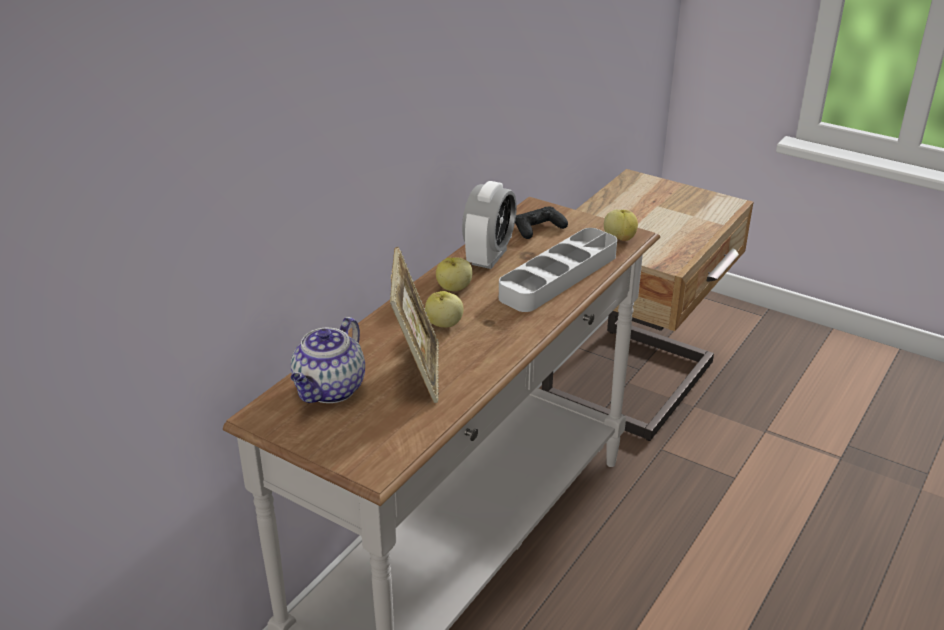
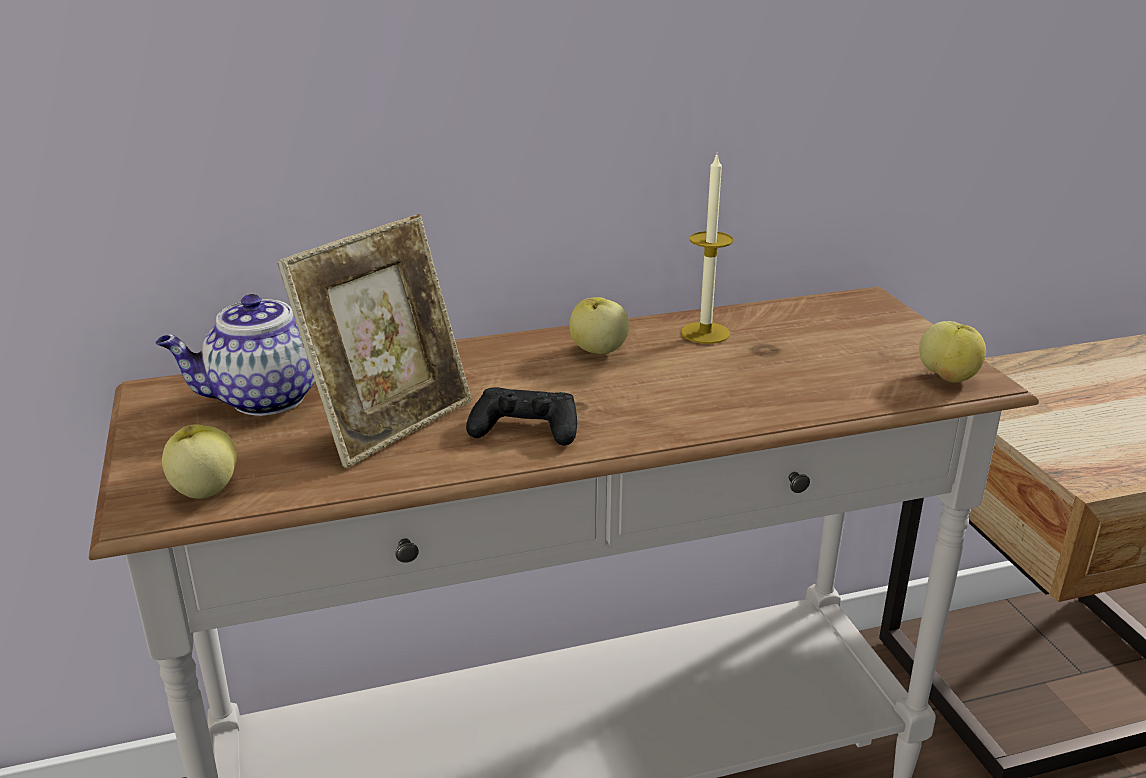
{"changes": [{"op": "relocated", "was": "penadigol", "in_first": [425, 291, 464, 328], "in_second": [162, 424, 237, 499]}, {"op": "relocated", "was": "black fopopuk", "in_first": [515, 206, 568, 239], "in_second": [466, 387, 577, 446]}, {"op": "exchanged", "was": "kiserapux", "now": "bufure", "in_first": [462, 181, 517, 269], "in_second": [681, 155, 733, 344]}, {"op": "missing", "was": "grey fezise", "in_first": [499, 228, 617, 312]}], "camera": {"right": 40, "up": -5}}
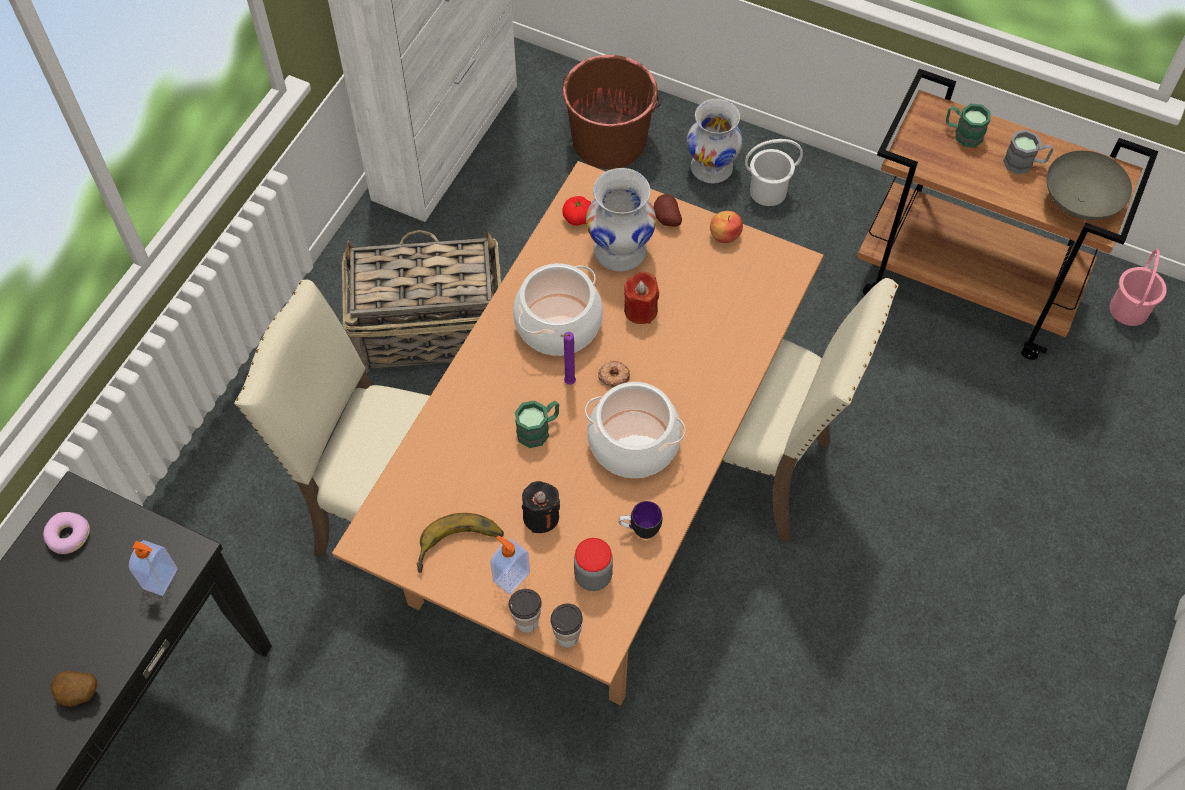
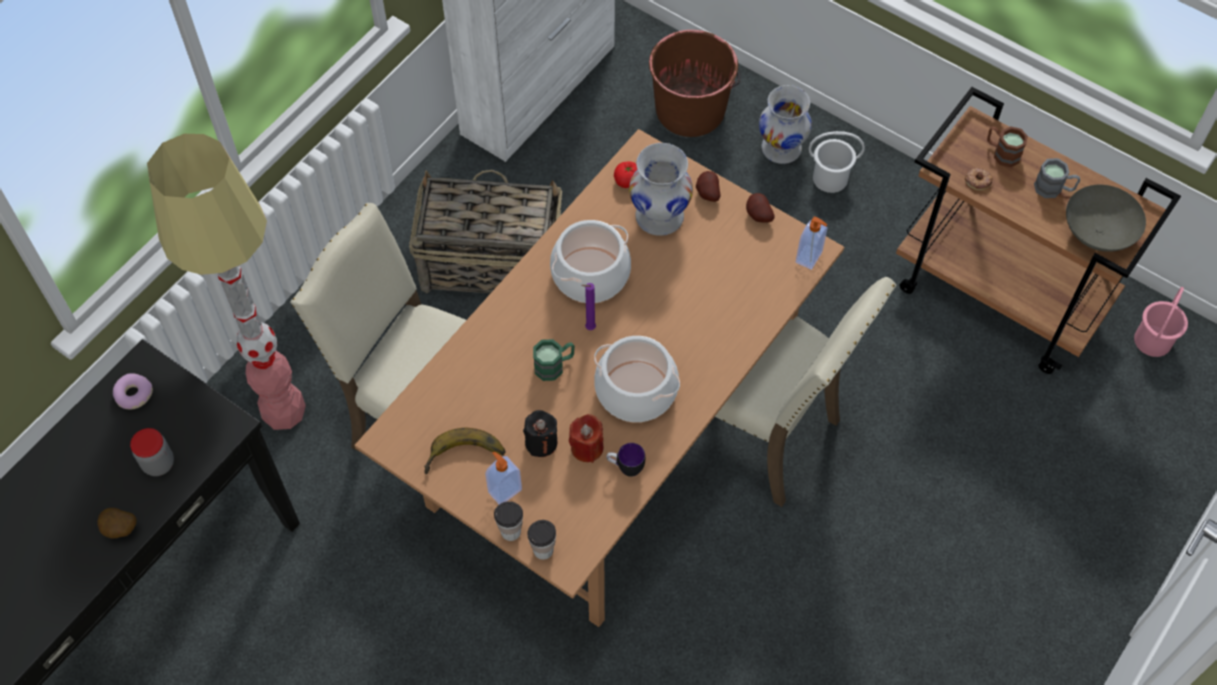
{"changes": [{"op": "relocated", "was": "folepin", "in_first": [574, 538, 613, 591], "in_second": [130, 428, 174, 476]}, {"op": "appeared", "now": "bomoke", "in_second": [147, 134, 306, 430]}, {"op": "relocated", "was": "red bufure", "in_first": [624, 272, 659, 324], "in_second": [569, 414, 604, 463]}, {"op": "exchanged", "was": "penadigol", "now": "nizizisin", "in_first": [710, 211, 743, 243], "in_second": [746, 193, 775, 222]}, {"op": "relocated", "was": "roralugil", "in_first": [129, 540, 178, 596], "in_second": [796, 216, 827, 270]}, {"op": "relocated", "was": "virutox", "in_first": [598, 361, 630, 388], "in_second": [965, 168, 992, 191]}, {"op": "colour", "was": "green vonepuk", "now": "brown vonepuk", "in_first": [946, 104, 991, 147], "in_second": [987, 127, 1028, 167]}], "camera": {"right": 10, "up": 0}}
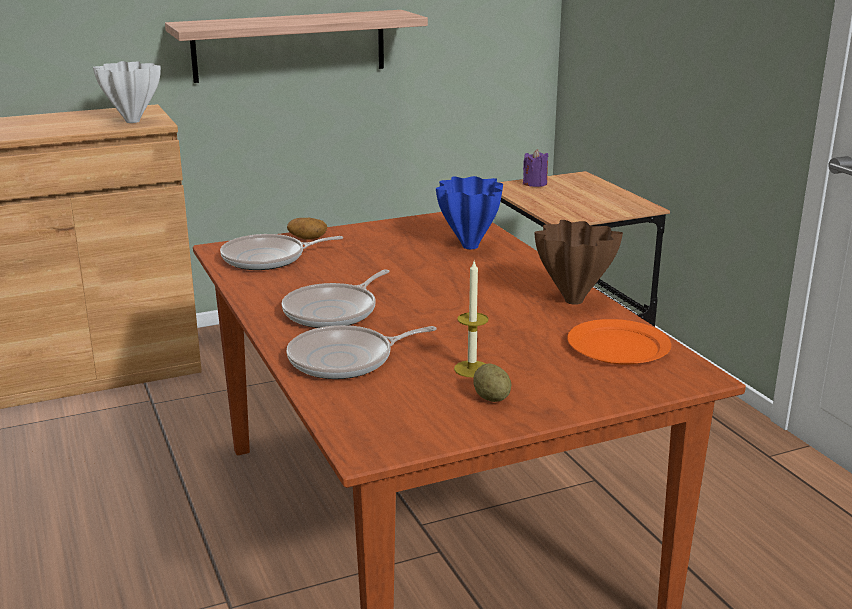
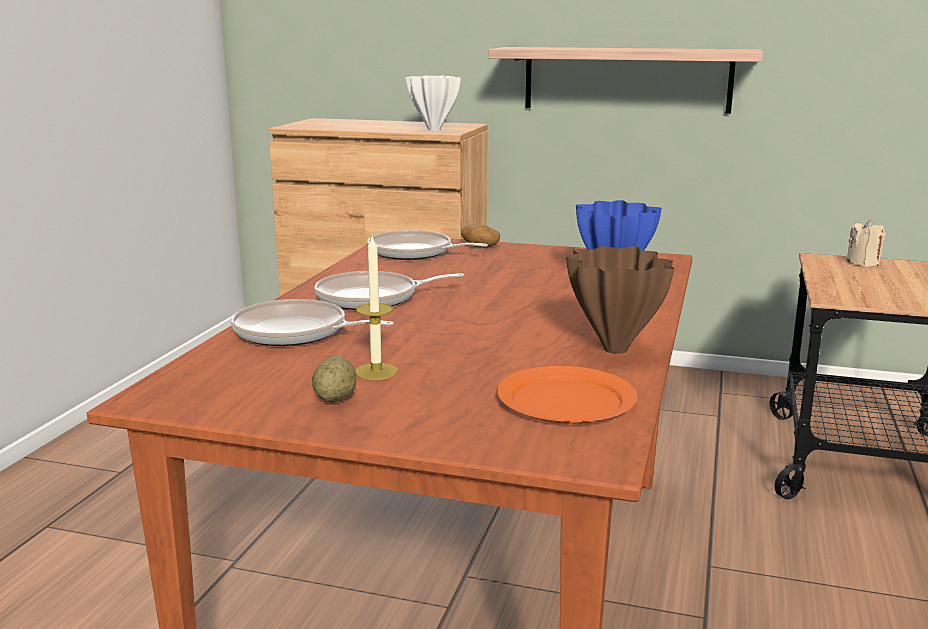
{"changes": [{"op": "colour", "was": "purple bufure", "now": "beige bufure", "in_first": [523, 149, 548, 187], "in_second": [846, 220, 886, 266]}], "camera": {"right": 40, "up": -5}}
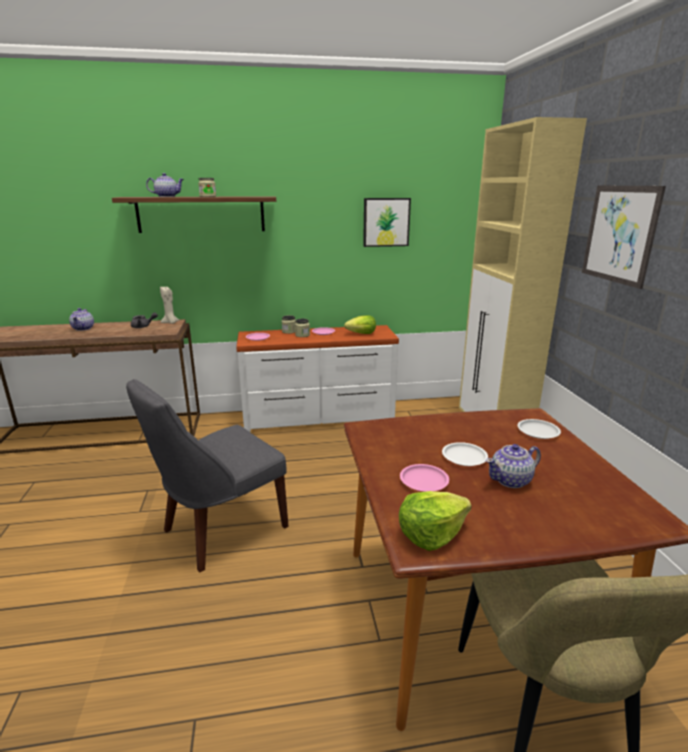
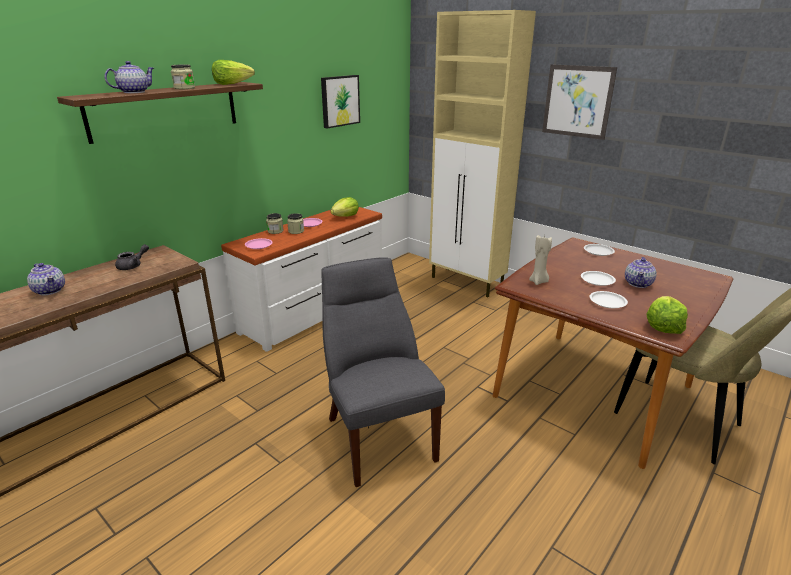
{"changes": [{"op": "appeared", "now": "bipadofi", "in_second": [212, 60, 255, 85]}, {"op": "spun", "was": "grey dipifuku", "in_first": [126, 379, 289, 572], "in_second": [321, 257, 445, 487], "clockwise": 150}, {"op": "relocated", "was": "beige bufure", "in_first": [160, 287, 179, 324], "in_second": [529, 235, 552, 285]}, {"op": "colour", "was": "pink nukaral", "now": "white nukaral", "in_first": [400, 464, 449, 492], "in_second": [590, 291, 628, 308]}], "camera": {"right": -40, "up": 5}}
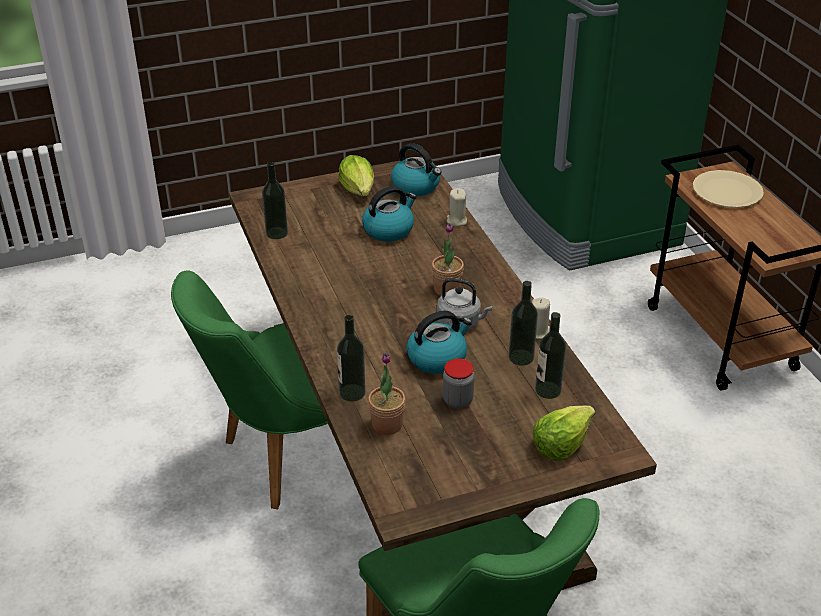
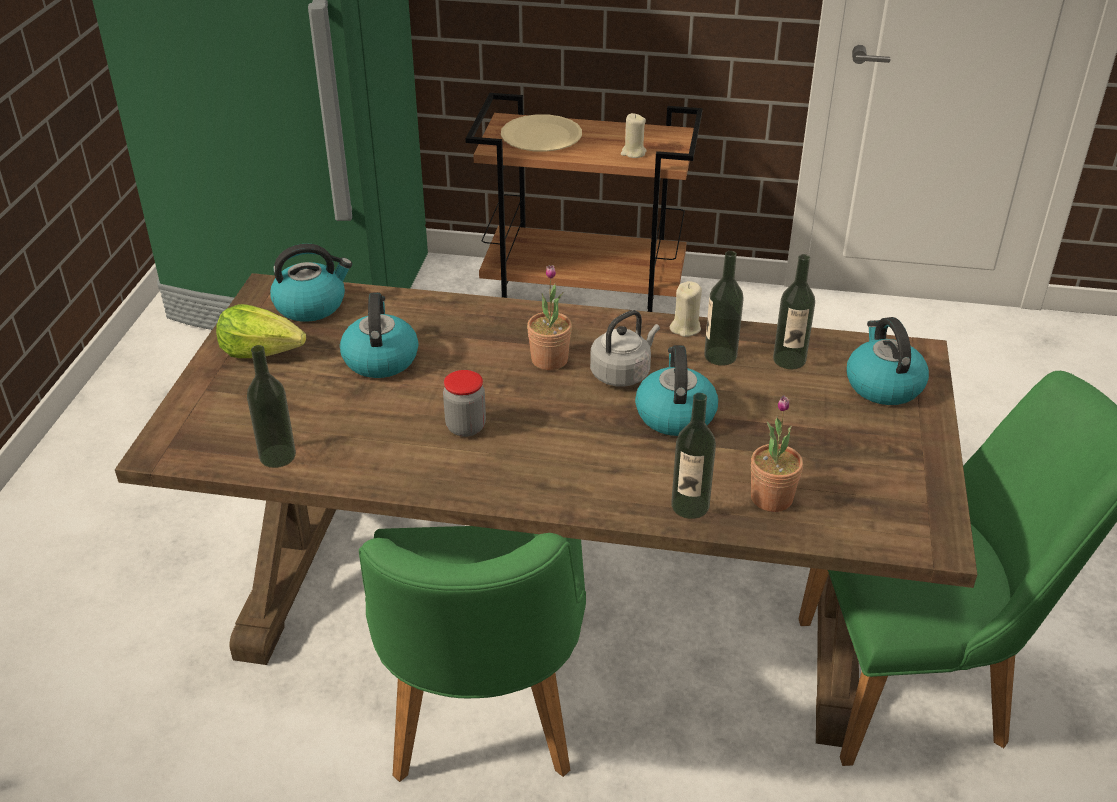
{"changes": [{"op": "relocated", "was": "folepin", "in_first": [443, 359, 474, 409], "in_second": [443, 370, 486, 437]}, {"op": "relocated", "was": "beige bufure", "in_first": [447, 188, 467, 227], "in_second": [621, 113, 647, 158]}, {"op": "exchanged", "was": "bipadofi", "now": "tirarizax", "in_first": [532, 406, 595, 461], "in_second": [847, 317, 929, 405]}], "camera": {"right": -60, "up": 0}}
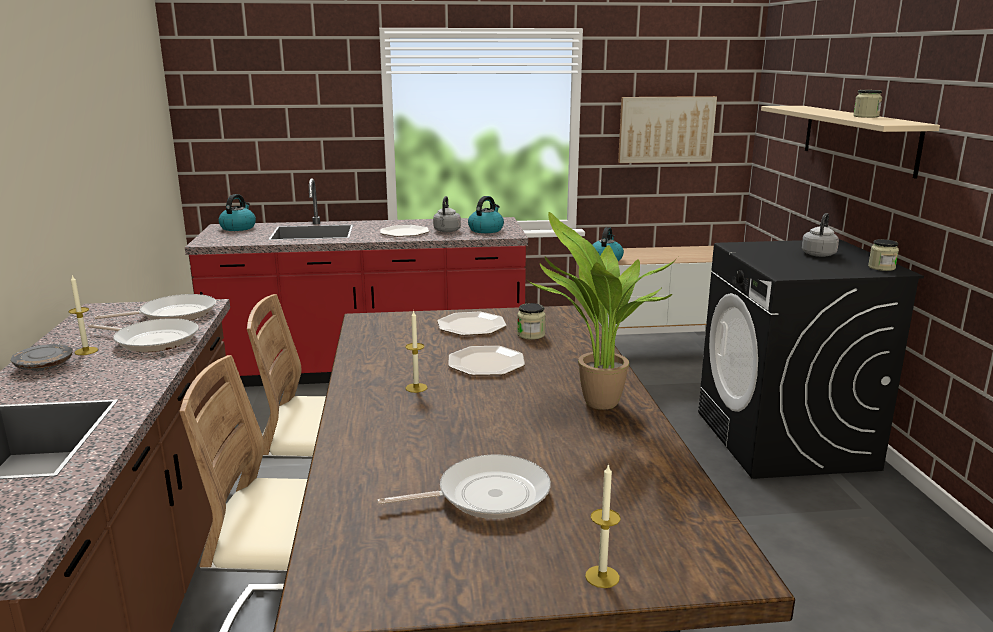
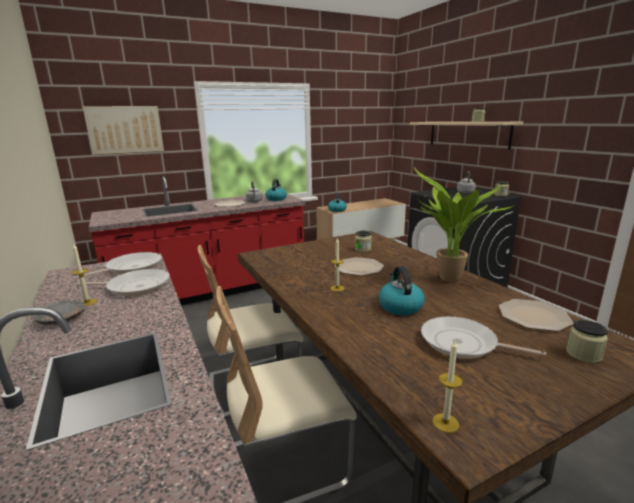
{"changes": [{"op": "relocated", "was": "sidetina", "in_first": [618, 96, 717, 163], "in_second": [82, 106, 164, 155]}, {"op": "relocated", "was": "tirarizax", "in_first": [218, 194, 256, 231], "in_second": [378, 266, 424, 315]}, {"op": "spun", "was": "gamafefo", "in_first": [377, 454, 551, 519], "in_second": [421, 316, 546, 359], "clockwise": -120}, {"op": "relocated", "was": "bufure", "in_first": [585, 463, 621, 588], "in_second": [433, 341, 463, 433]}, {"op": "relocated", "was": "nukaral", "in_first": [438, 312, 507, 336], "in_second": [499, 299, 574, 331]}, {"op": "appeared", "now": "folepin", "in_second": [566, 320, 608, 363]}], "camera": {"right": -20, "up": 0}}
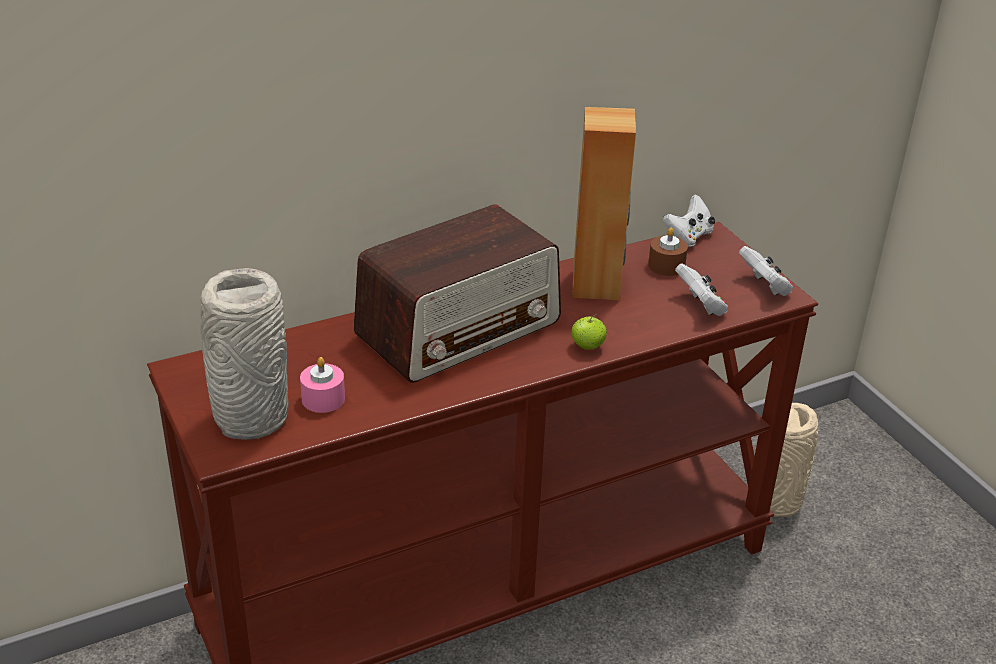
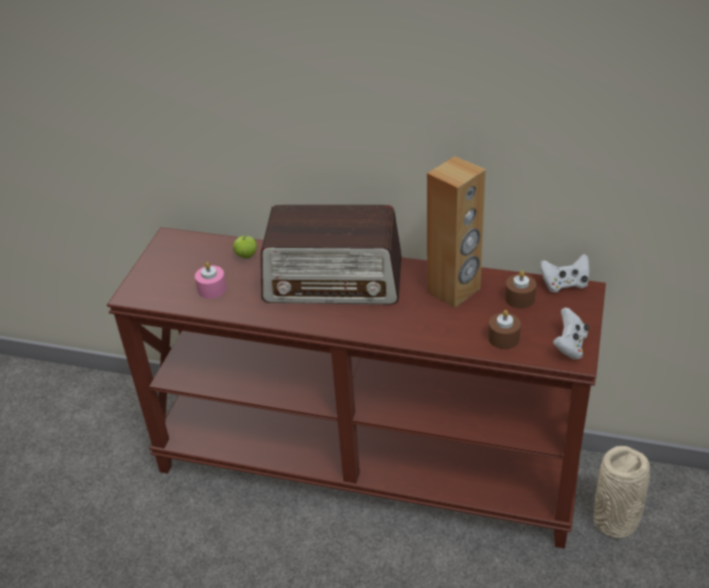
{"changes": [{"op": "relocated", "was": "penadigol", "in_first": [571, 314, 607, 350], "in_second": [233, 236, 257, 259]}, {"op": "exchanged", "was": "white fopopuk", "now": "brown bufure", "in_first": [675, 264, 728, 316], "in_second": [488, 310, 521, 349]}, {"op": "missing", "was": "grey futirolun", "in_first": [200, 268, 289, 440]}], "camera": {"right": 45, "up": 5}}
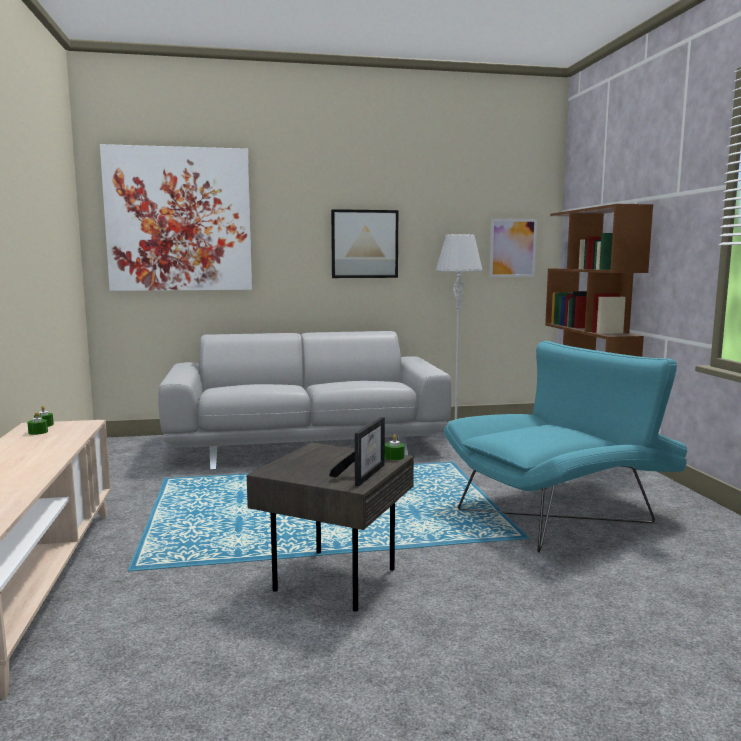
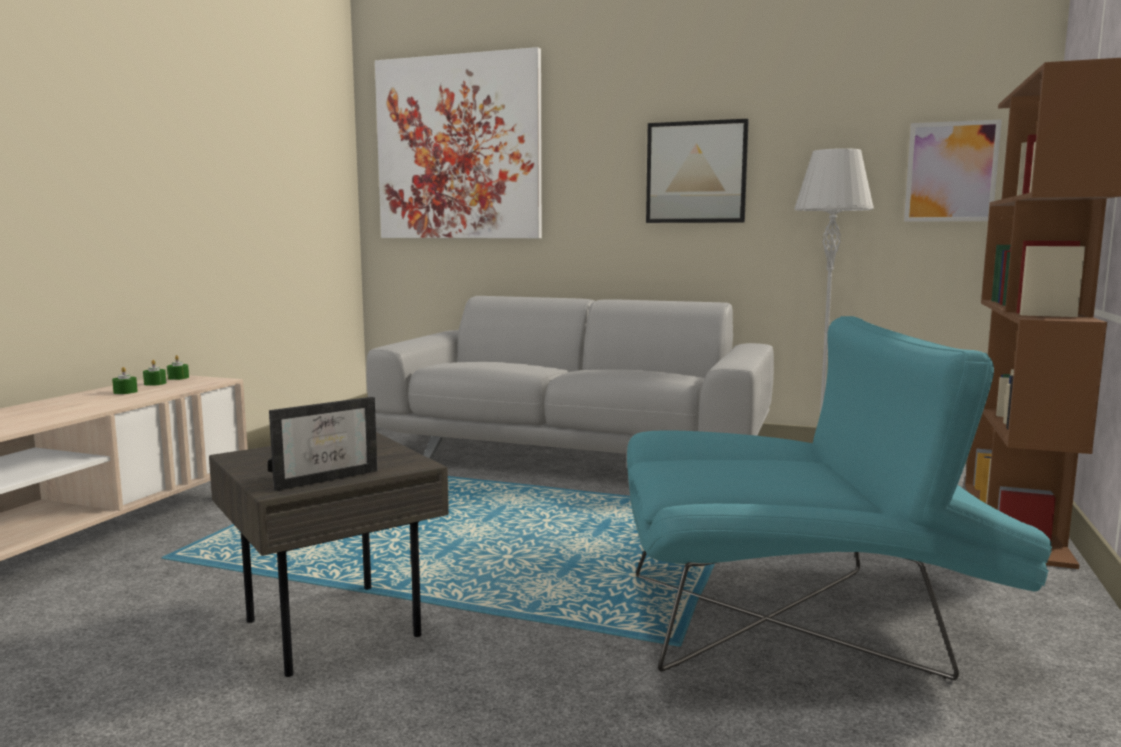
{"changes": [{"op": "relocated", "was": "green bufure", "in_first": [385, 434, 404, 461], "in_second": [112, 367, 138, 394]}], "camera": {"right": 30, "up": 0}}
